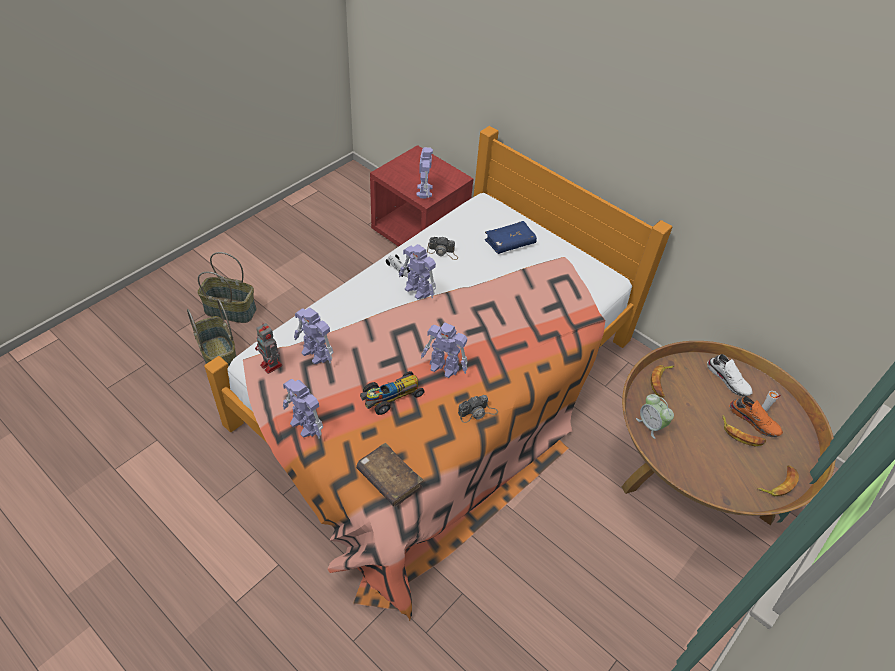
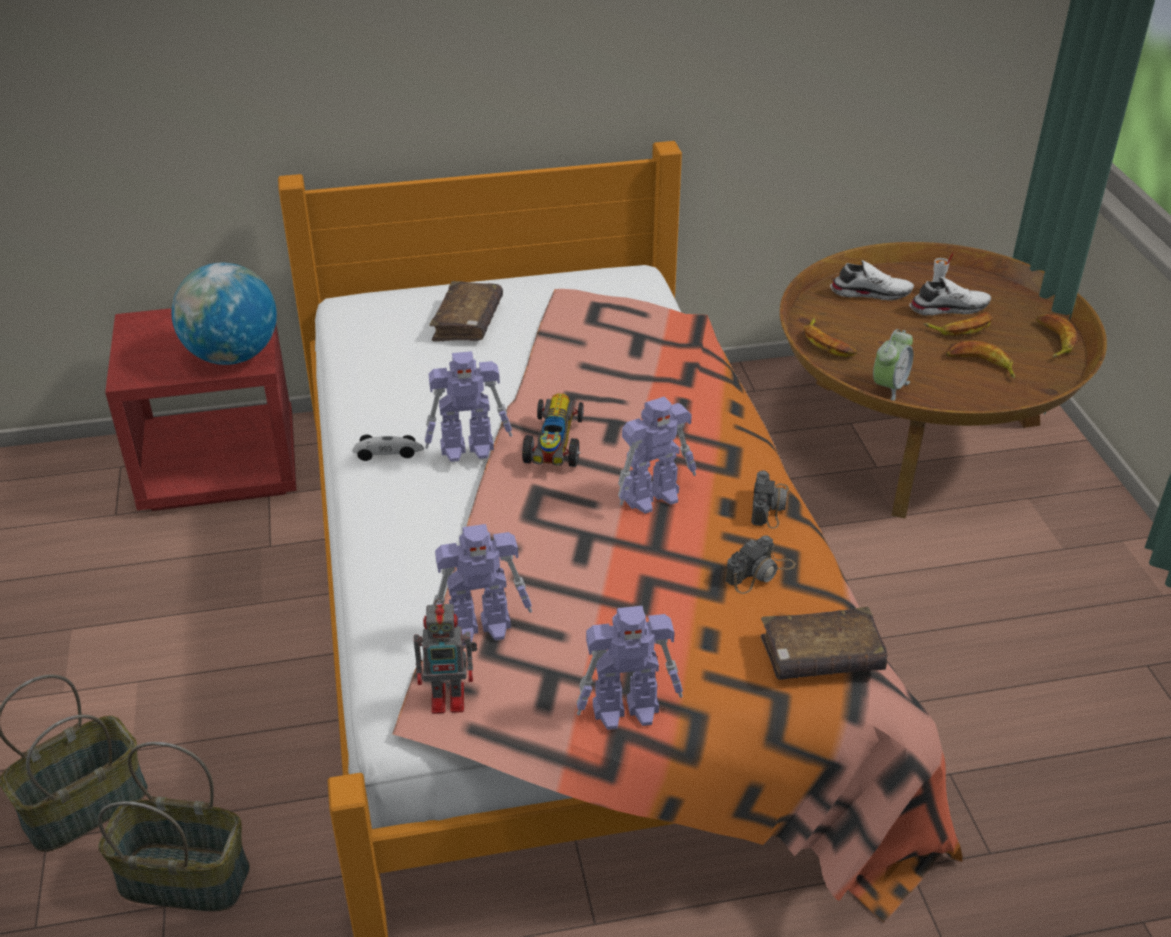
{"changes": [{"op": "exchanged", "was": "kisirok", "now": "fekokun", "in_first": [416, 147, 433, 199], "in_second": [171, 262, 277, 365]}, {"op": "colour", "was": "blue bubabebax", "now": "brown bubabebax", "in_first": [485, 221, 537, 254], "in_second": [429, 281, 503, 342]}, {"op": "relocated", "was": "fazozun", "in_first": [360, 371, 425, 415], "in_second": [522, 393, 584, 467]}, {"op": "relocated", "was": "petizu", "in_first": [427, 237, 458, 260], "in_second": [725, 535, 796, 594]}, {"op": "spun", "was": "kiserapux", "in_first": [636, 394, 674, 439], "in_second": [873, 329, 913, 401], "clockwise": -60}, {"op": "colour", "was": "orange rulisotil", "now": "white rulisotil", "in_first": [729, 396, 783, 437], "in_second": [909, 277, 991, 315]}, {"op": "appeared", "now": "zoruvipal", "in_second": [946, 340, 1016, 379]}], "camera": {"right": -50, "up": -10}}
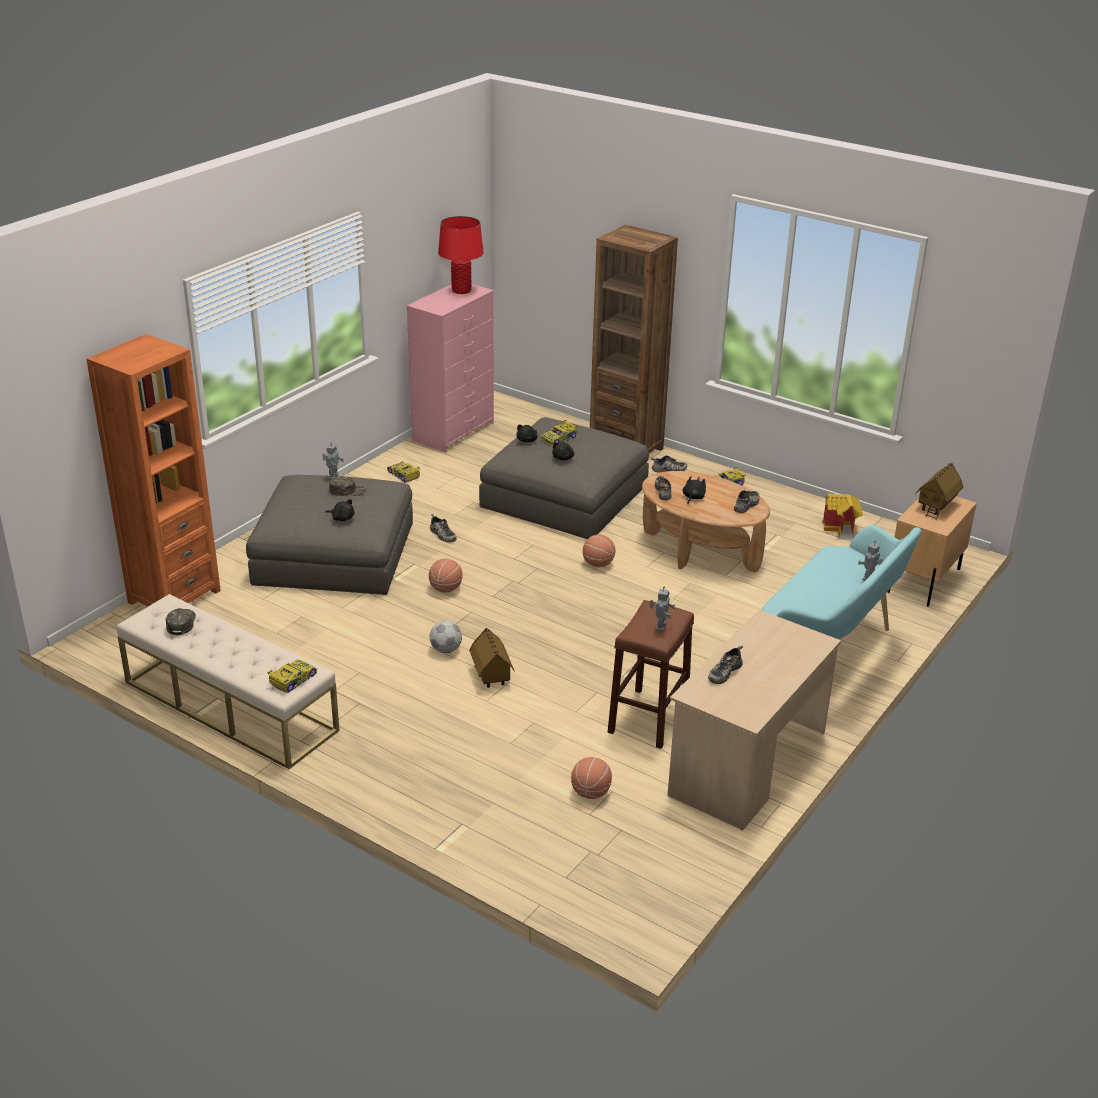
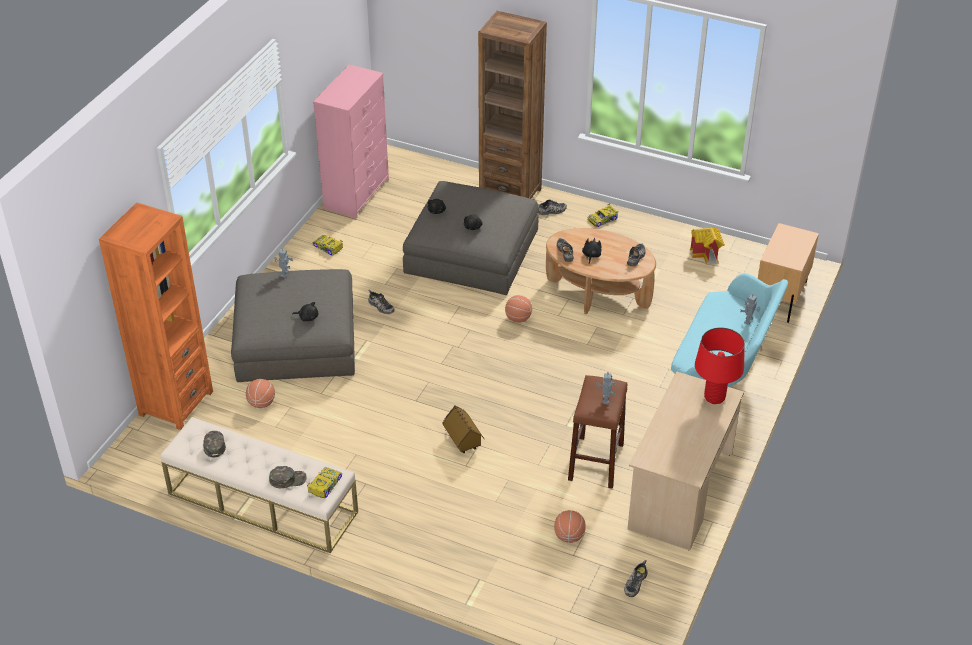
{"changes": [{"op": "relocated", "was": "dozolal", "in_first": [429, 559, 462, 592], "in_second": [246, 379, 275, 408]}, {"op": "relocated", "was": "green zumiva", "in_first": [329, 476, 367, 496], "in_second": [269, 466, 306, 488]}, {"op": "relocated", "was": "rulisotil", "in_first": [708, 646, 743, 684], "in_second": [624, 560, 647, 597]}, {"op": "relocated", "was": "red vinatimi", "in_first": [438, 216, 484, 294], "in_second": [695, 327, 745, 404]}, {"op": "missing", "was": "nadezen", "in_first": [429, 621, 462, 653]}, {"op": "missing", "was": "fazozun", "in_first": [541, 420, 578, 446]}, {"op": "missing", "was": "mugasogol", "in_first": [915, 463, 963, 520]}], "camera": {"right": -10, "up": 10}}
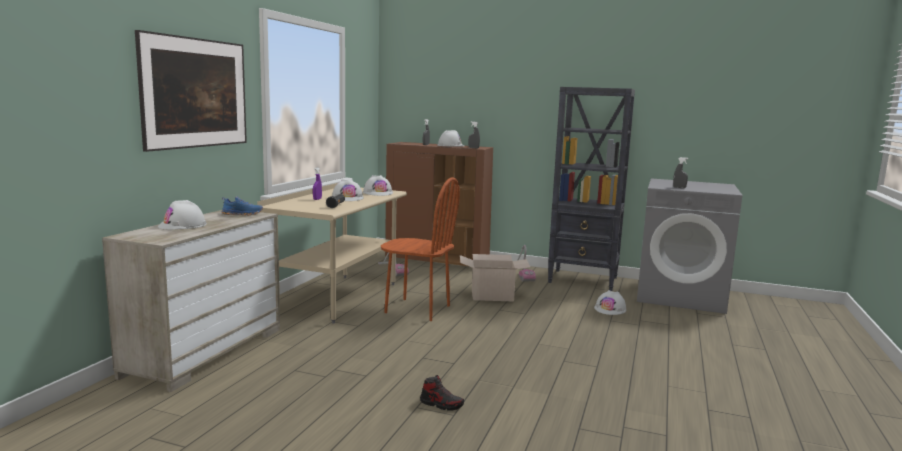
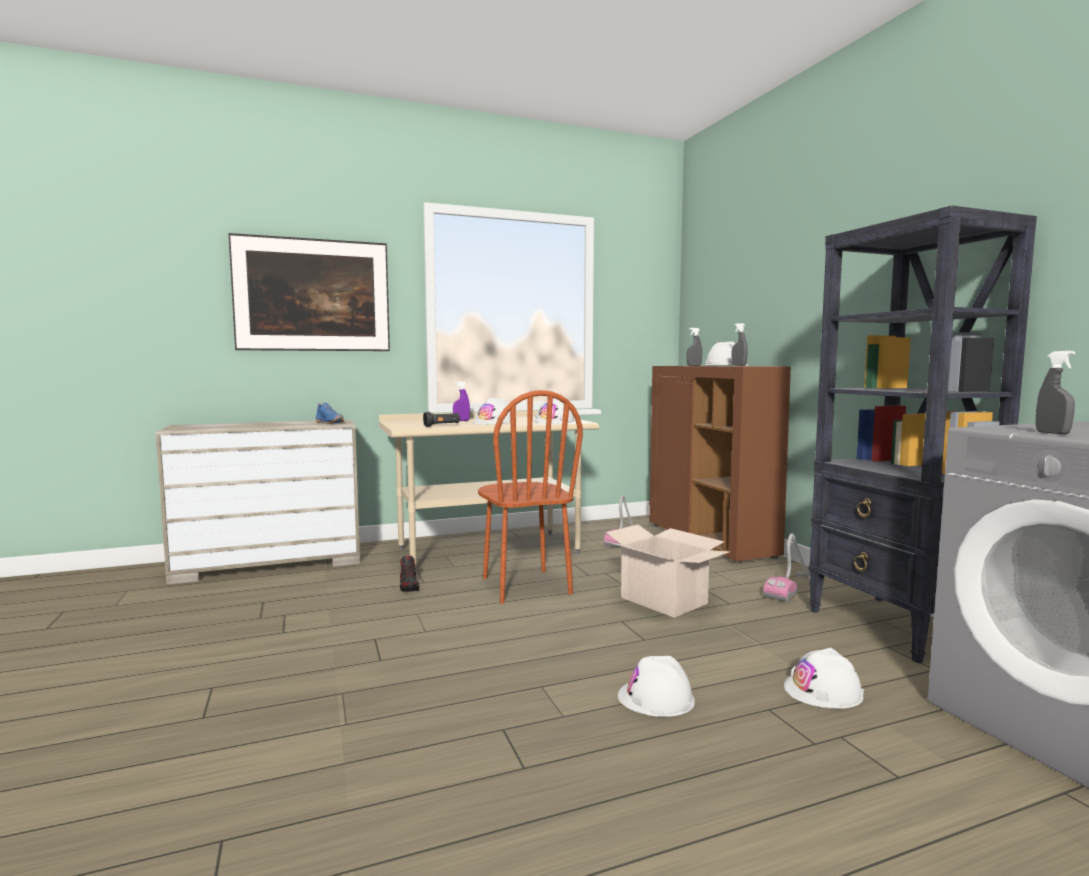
{"changes": [{"op": "relocated", "was": "rulisotil", "in_first": [420, 375, 464, 411], "in_second": [400, 556, 419, 592]}, {"op": "relocated", "was": "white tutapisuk", "in_first": [158, 200, 207, 230], "in_second": [618, 656, 695, 717]}], "camera": {"right": 50, "up": -5}}
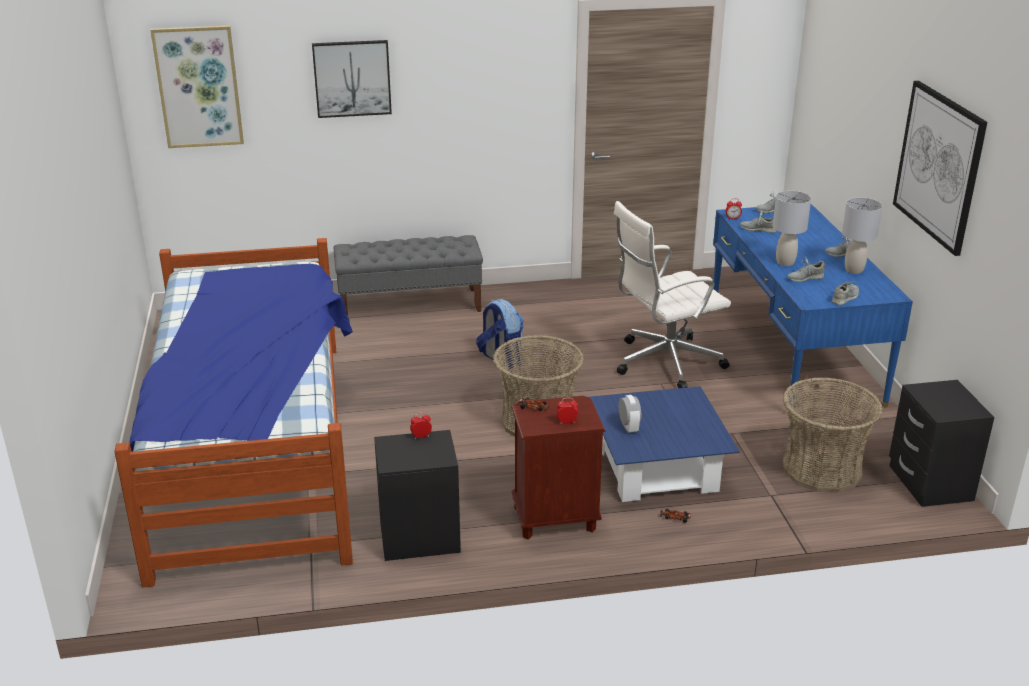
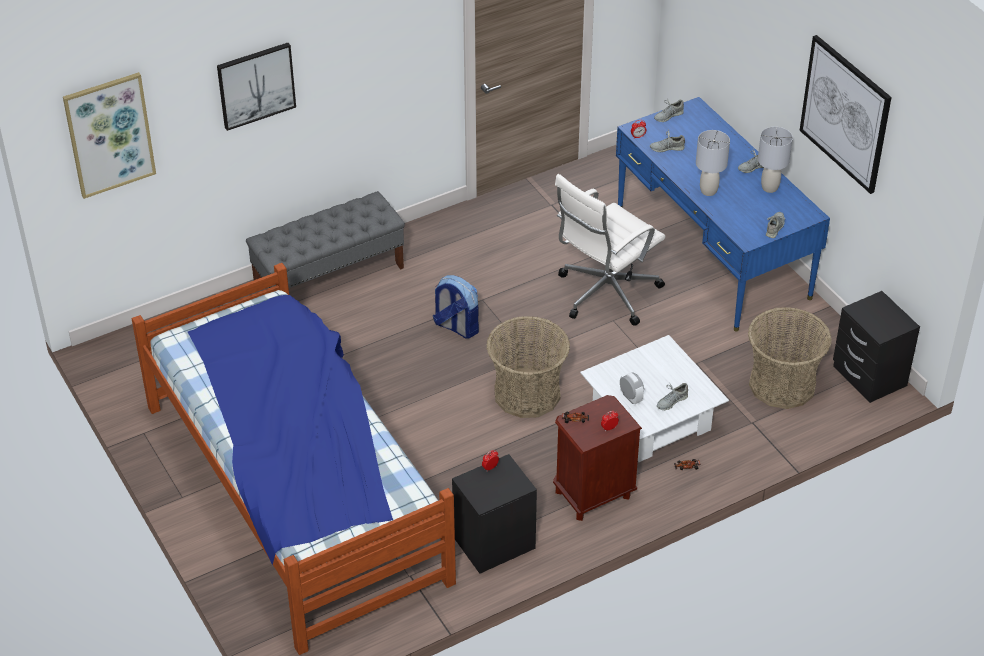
{"changes": [{"op": "colour", "was": "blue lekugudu", "now": "white lekugudu", "in_first": [589, 386, 740, 502], "in_second": [580, 335, 729, 462]}, {"op": "relocated", "was": "grey rulisotil", "in_first": [787, 256, 825, 282], "in_second": [657, 382, 688, 410]}], "camera": {"right": -20, "up": 15}}
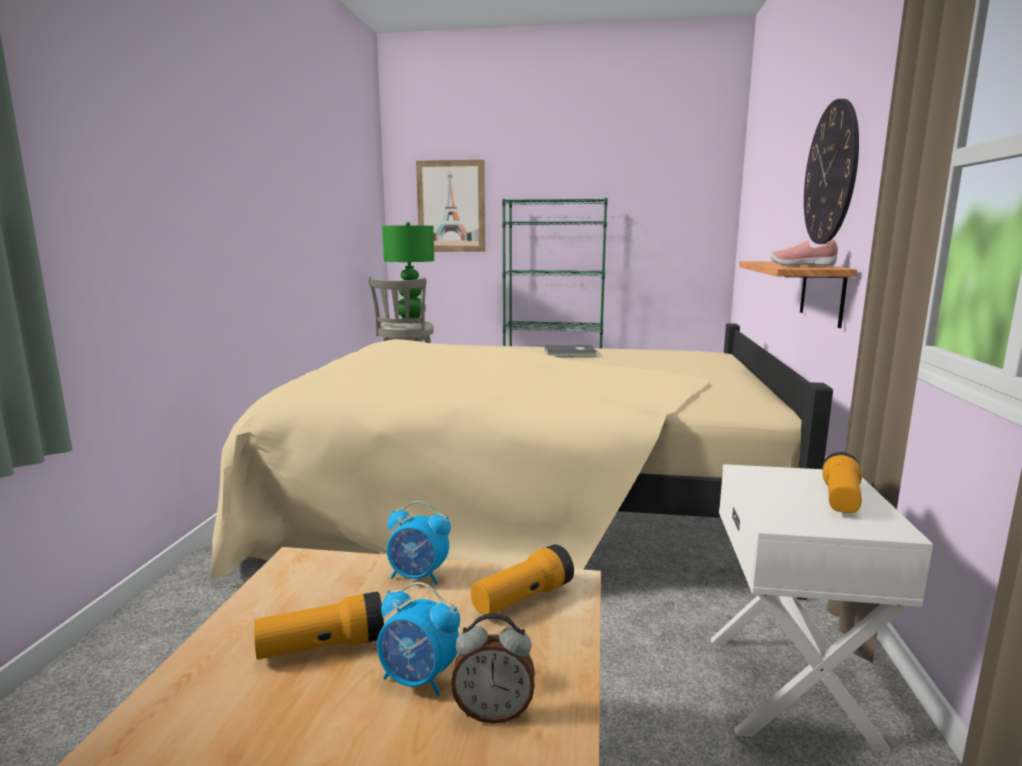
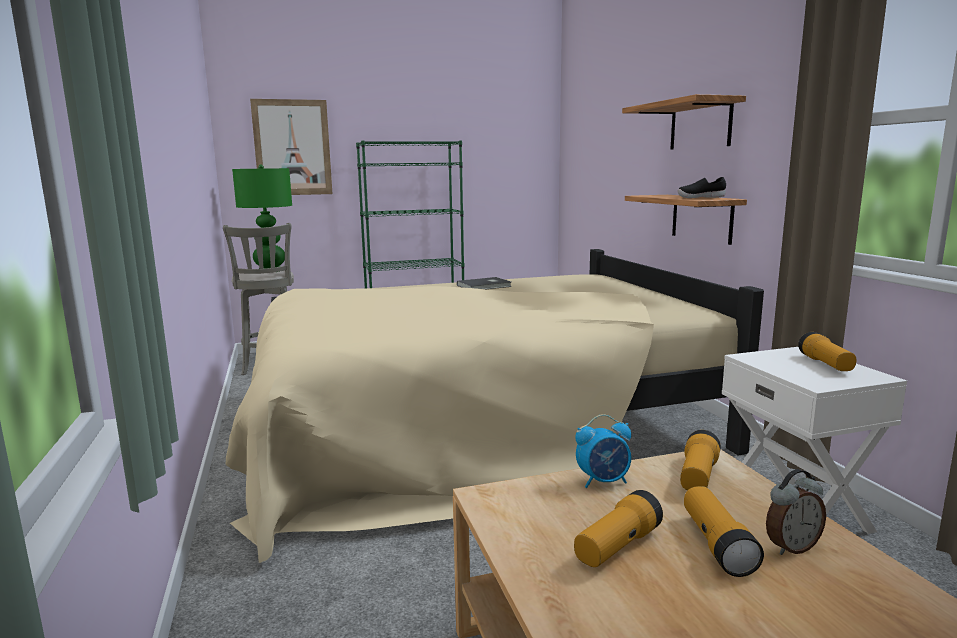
{"changes": [{"op": "exchanged", "was": "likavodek", "now": "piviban", "in_first": [804, 99, 859, 244], "in_second": [622, 94, 746, 149]}, {"op": "colour", "was": "pink rulisotil", "now": "black rulisotil", "in_first": [770, 240, 838, 266], "in_second": [678, 177, 726, 198]}, {"op": "exchanged", "was": "kiserapux", "now": "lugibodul", "in_first": [377, 582, 460, 696], "in_second": [684, 486, 764, 577]}], "camera": {"right": -25, "up": 0}}
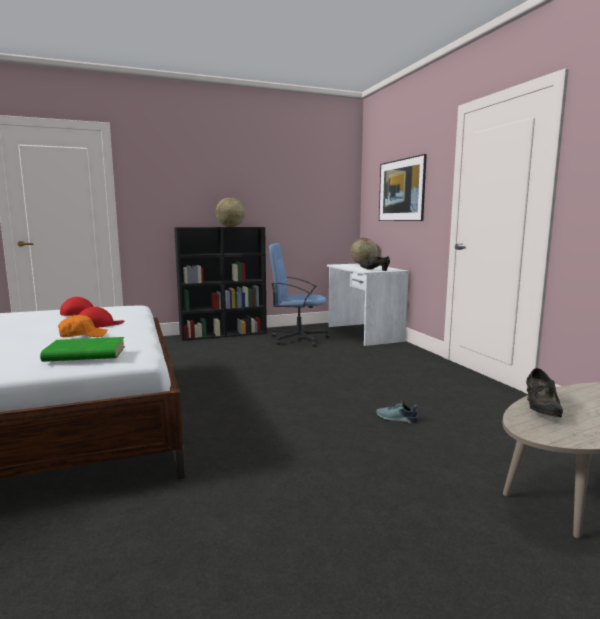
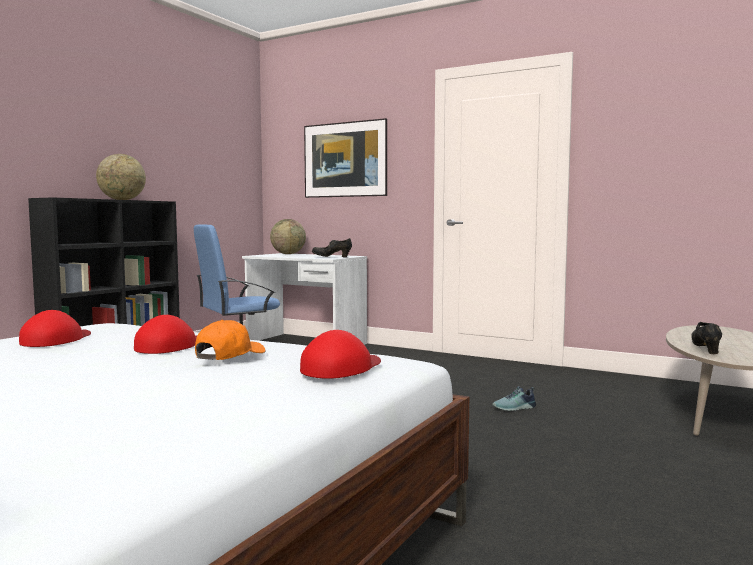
{"changes": [{"op": "exchanged", "was": "green bubabebax", "now": "red zumiva", "in_first": [40, 337, 125, 362], "in_second": [300, 330, 381, 379]}, {"op": "spun", "was": "black rulisotil", "in_first": [526, 368, 563, 418], "in_second": [692, 322, 722, 354], "clockwise": -135}], "camera": {"right": -40, "up": -5}}
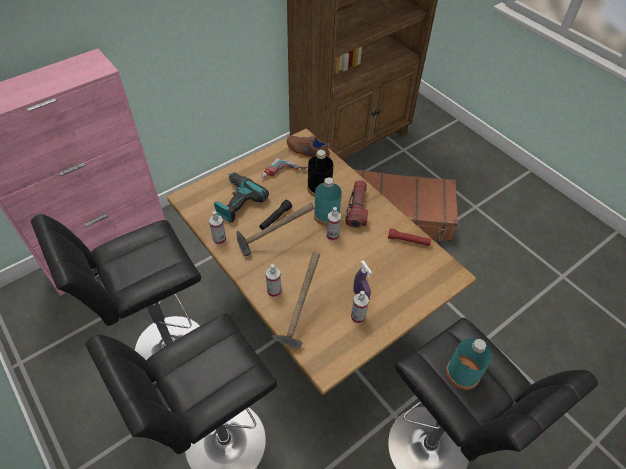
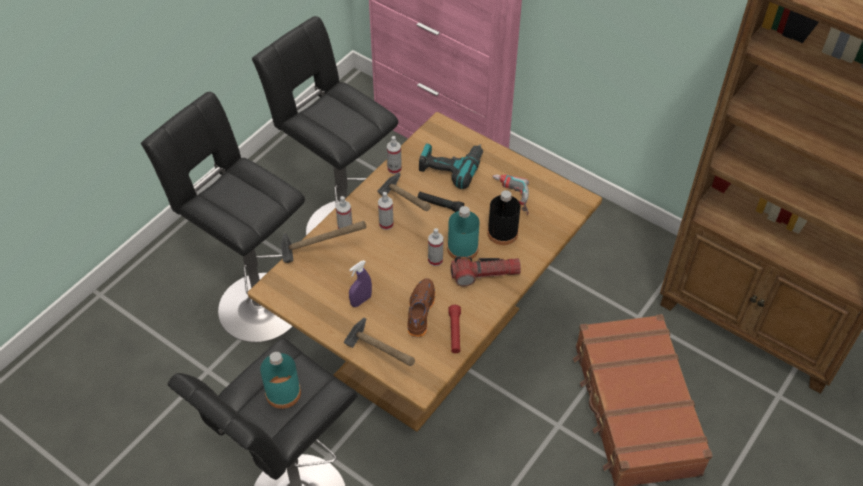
{"changes": [{"op": "appeared", "now": "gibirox", "in_second": [344, 318, 415, 366]}, {"op": "relocated", "was": "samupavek", "in_first": [351, 291, 369, 324], "in_second": [378, 192, 394, 230]}, {"op": "relocated", "was": "brown rulisotil", "in_first": [287, 136, 331, 158], "in_second": [407, 278, 435, 337]}], "camera": {"right": 75, "up": 0}}
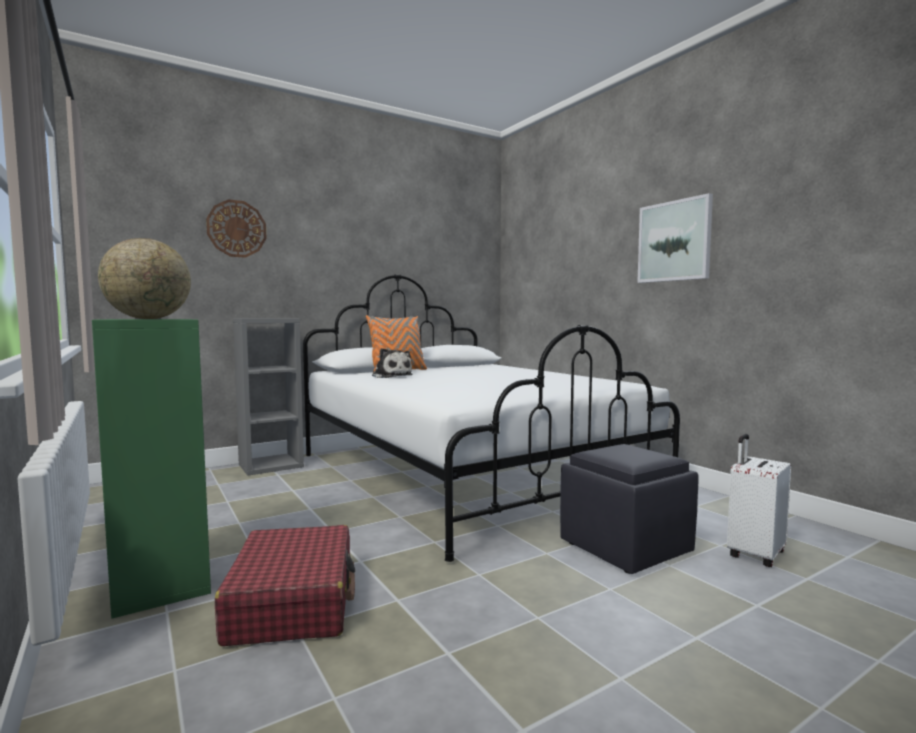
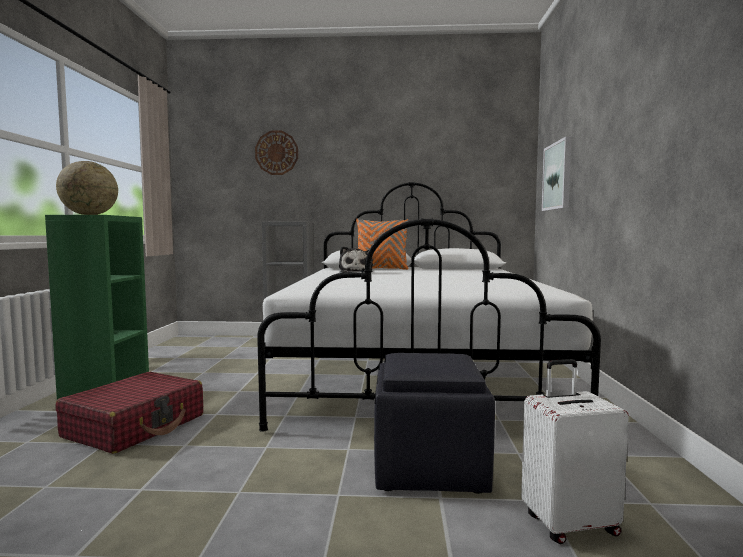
{"changes": [{"op": "relocated", "was": "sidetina", "in_first": [637, 193, 713, 283], "in_second": [542, 136, 571, 211]}], "camera": {"right": 35, "up": 0}}
